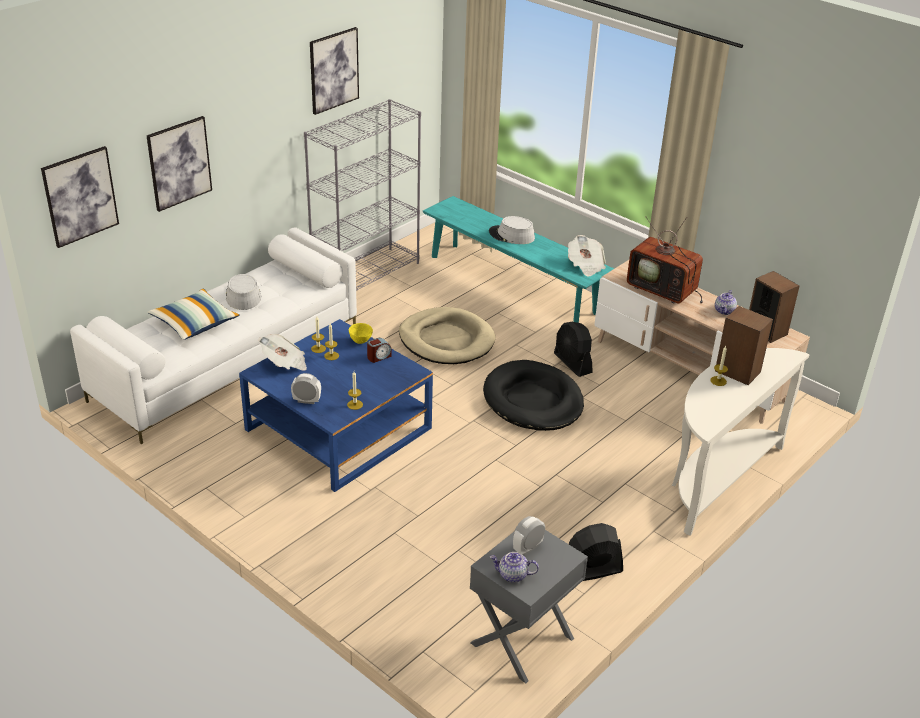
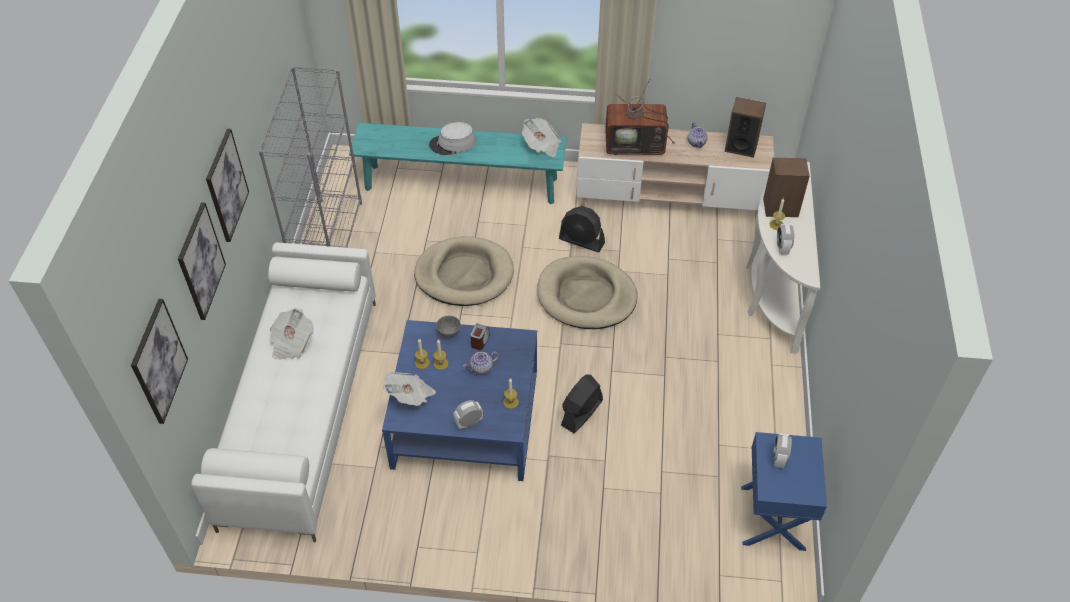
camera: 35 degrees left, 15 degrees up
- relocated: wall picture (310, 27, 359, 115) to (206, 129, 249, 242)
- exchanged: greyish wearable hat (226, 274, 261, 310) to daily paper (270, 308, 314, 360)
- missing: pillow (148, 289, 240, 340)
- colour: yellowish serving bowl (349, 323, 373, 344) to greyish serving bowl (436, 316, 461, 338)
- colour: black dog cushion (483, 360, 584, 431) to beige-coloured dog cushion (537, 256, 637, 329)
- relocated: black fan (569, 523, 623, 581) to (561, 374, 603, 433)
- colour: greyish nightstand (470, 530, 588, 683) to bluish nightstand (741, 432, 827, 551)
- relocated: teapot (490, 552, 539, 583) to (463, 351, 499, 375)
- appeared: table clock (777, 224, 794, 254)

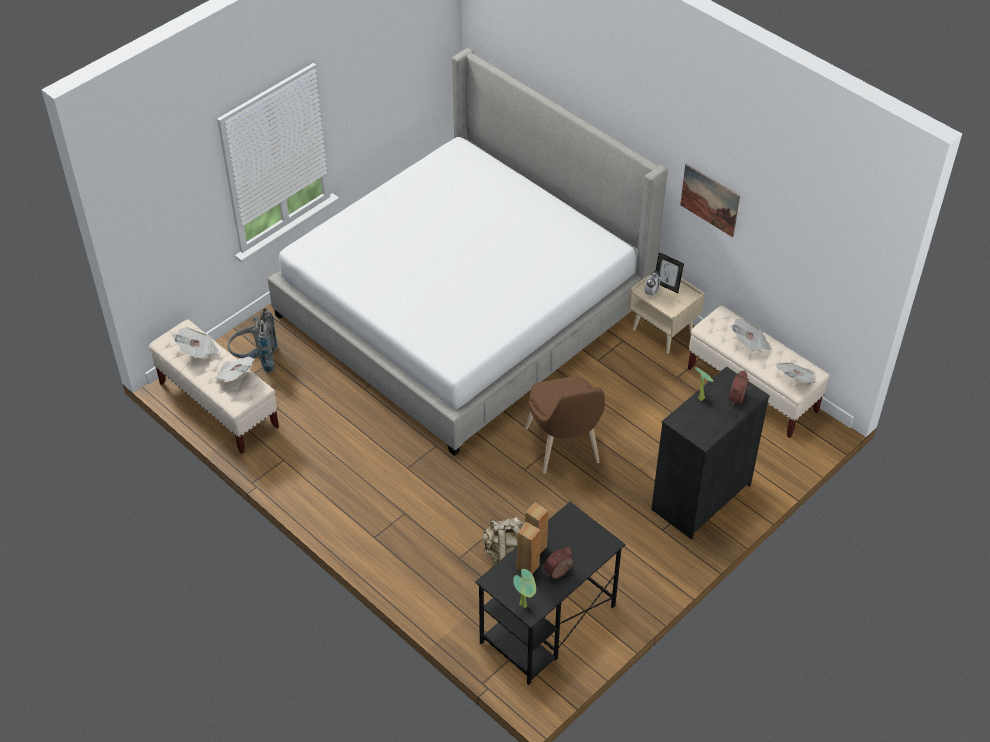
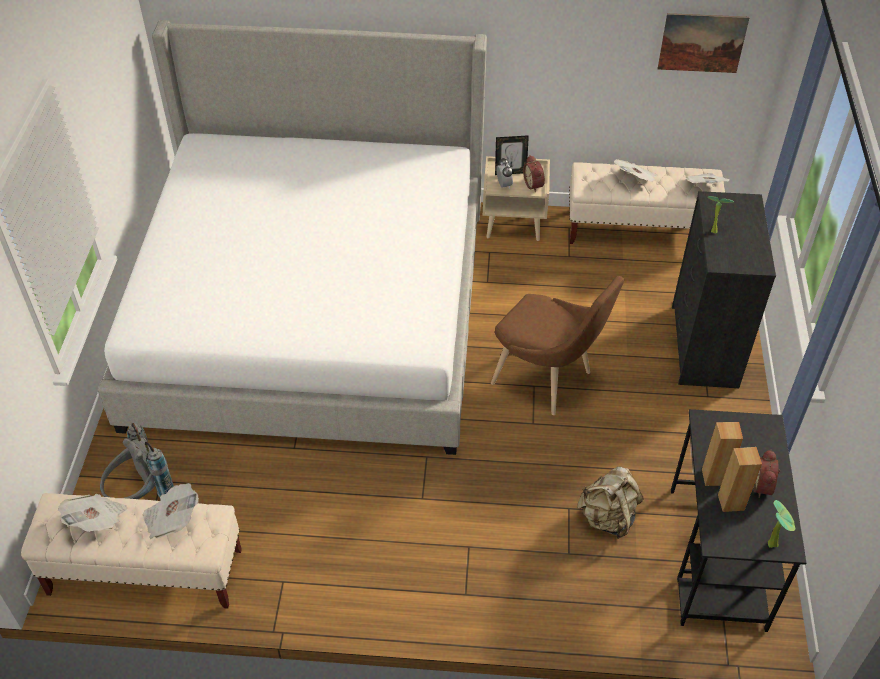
camera: 40 degrees left, 0 degrees up
- relocated: wall picture (680, 164, 740, 237) to (658, 13, 749, 73)
- relocated: table clock (729, 370, 750, 405) to (523, 155, 545, 192)

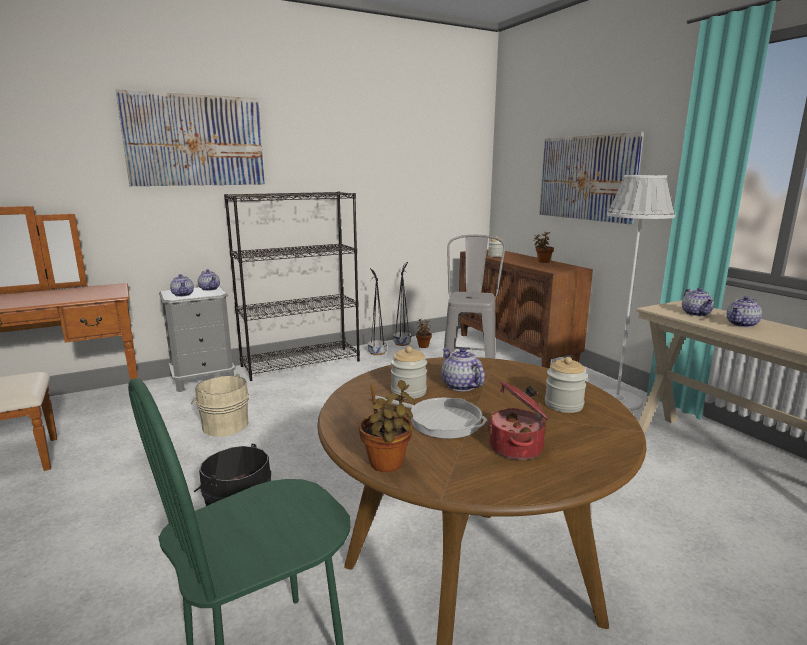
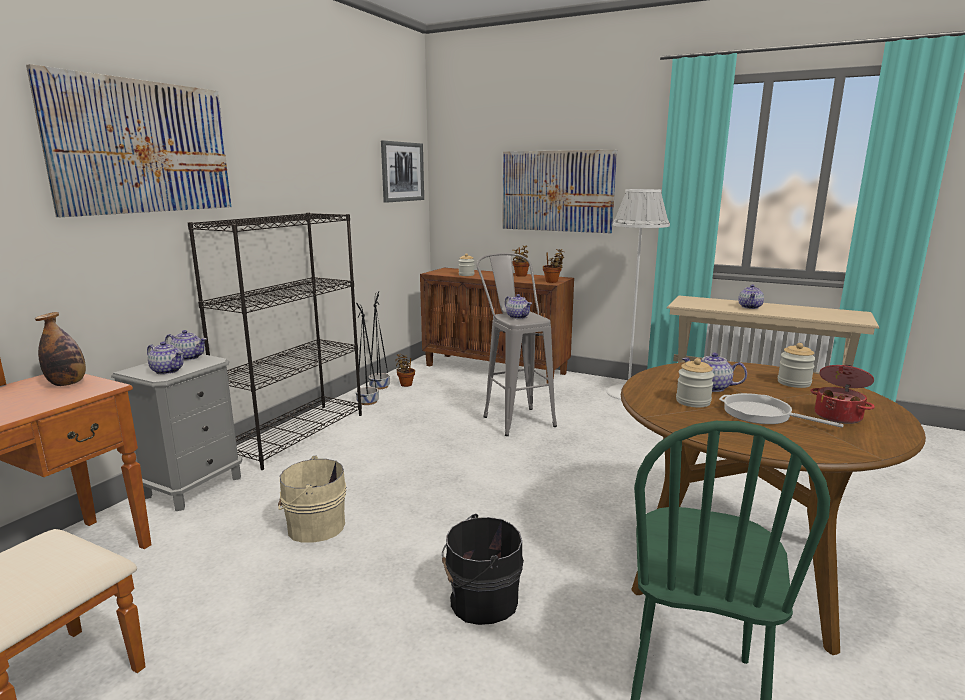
camera: 35 degrees left, 0 degrees up
- relocated: teapot (682, 288, 714, 316) to (505, 294, 532, 319)
- relocated: houseplant (359, 380, 415, 472) to (543, 249, 564, 283)
- spun: pan (375, 395, 488, 439) = (719, 393, 844, 428) 135 degrees counterclockwise
- appeared: wall picture (381, 141, 424, 203)
- appeared: drink bottle (35, 312, 86, 386)

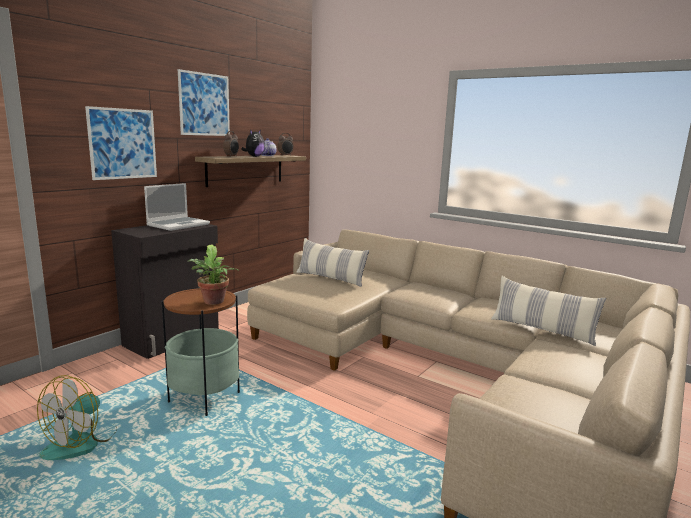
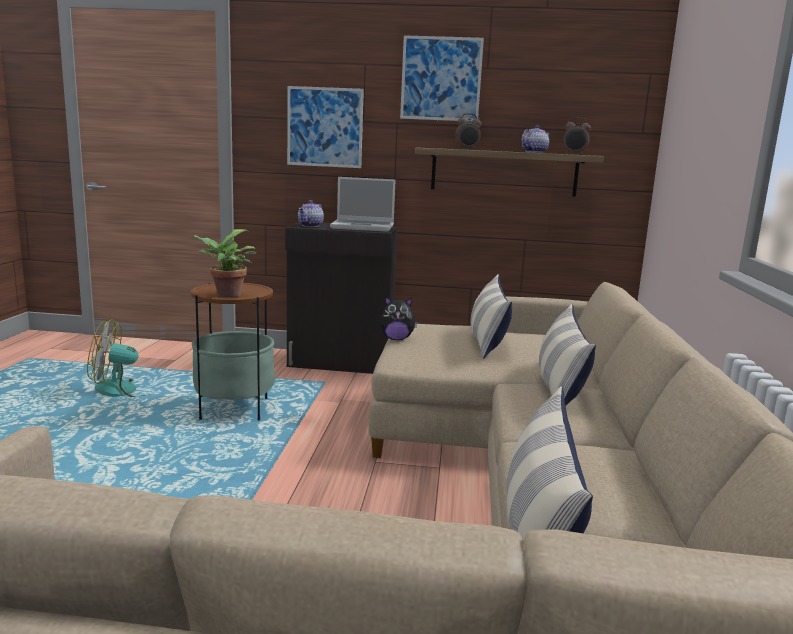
camera: 60 degrees right, 0 degrees up
- relocated: cuddly toy (241, 129, 265, 157) to (380, 296, 418, 340)
- appeared: teapot (298, 200, 324, 227)
- appeared: pillow (539, 304, 596, 406)

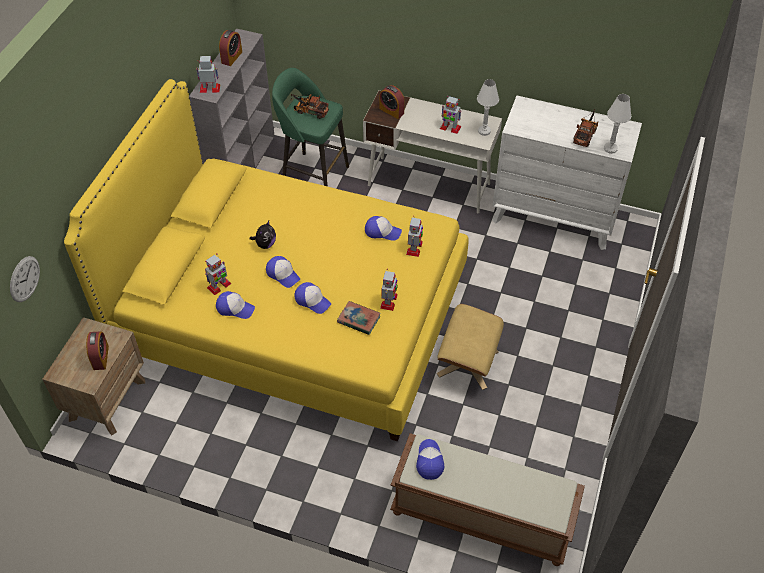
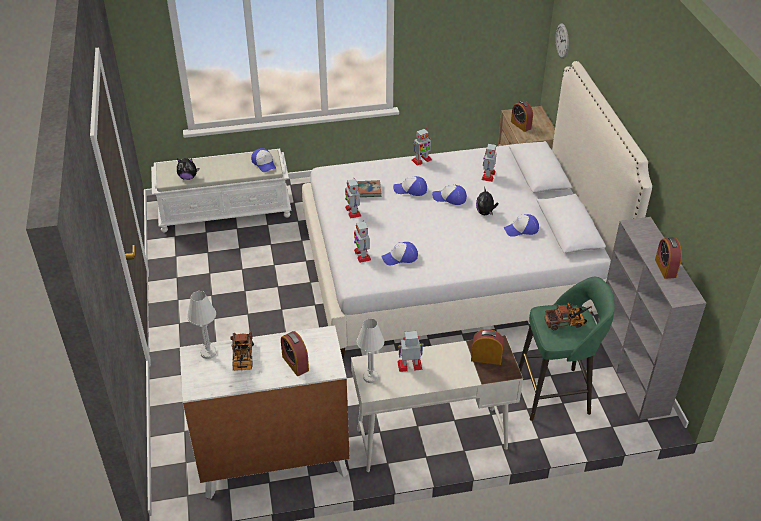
camera: 150 degrees right, 10 degrees down
- relocated: toy robot (196, 56, 220, 93) to (412, 128, 432, 166)
- colour: yellowish sleeping bed (64, 79, 468, 441) to whitish sleeping bed (302, 61, 652, 358)
- relocated: peaked cap (216, 291, 255, 319) to (504, 214, 539, 237)
- missing: beige-coloured ottoman (437, 304, 504, 390)
- colour: brown indoor bench (390, 433, 585, 566) to whitish indoor bench (151, 149, 292, 233)
- appeared: cuddly toy (177, 158, 199, 180)
- appeared: table clock (281, 331, 309, 376)

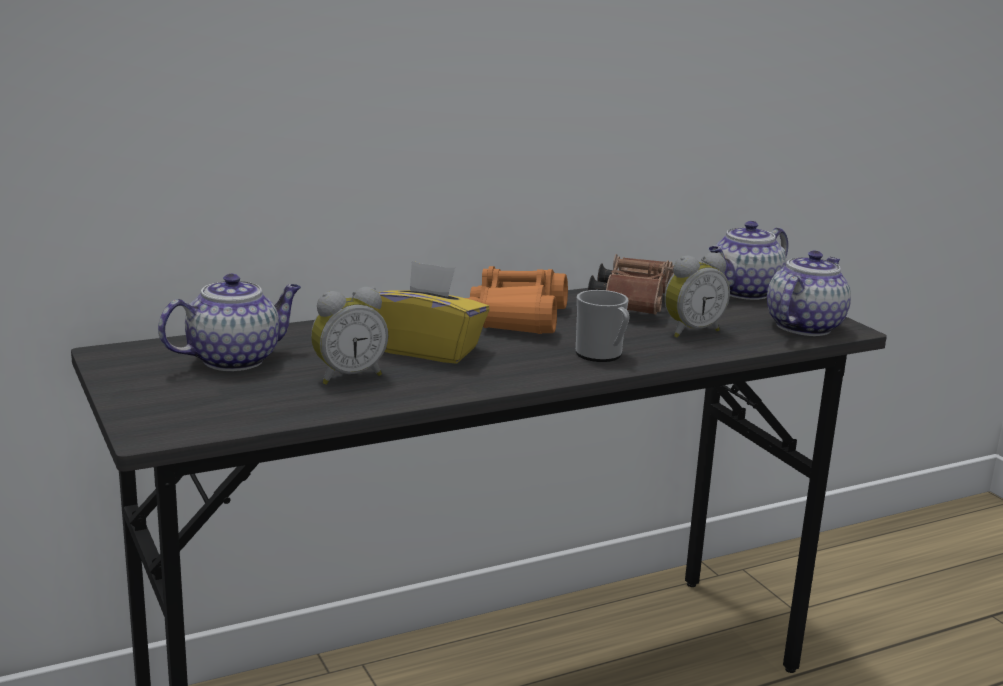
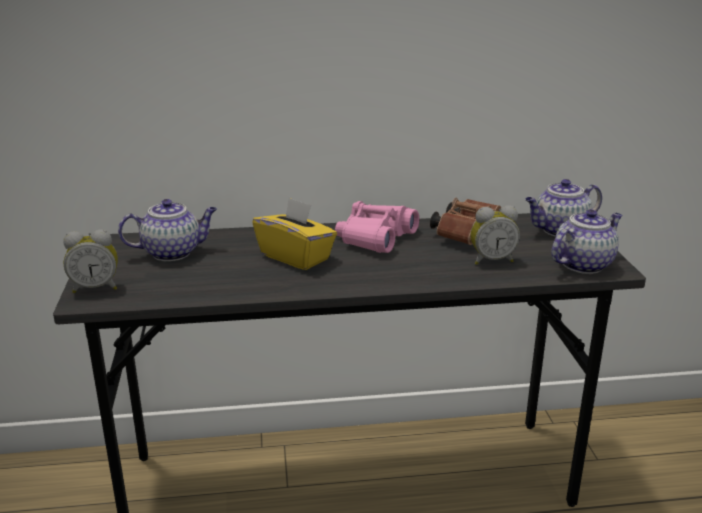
camera: 20 degrees right, 5 degrees up
- colour: orangey binoculars (466, 266, 568, 334) to pinkish binoculars (335, 201, 419, 253)
- relocated: table clock (311, 287, 388, 385) to (63, 229, 118, 293)
- missing: mug (576, 290, 630, 362)

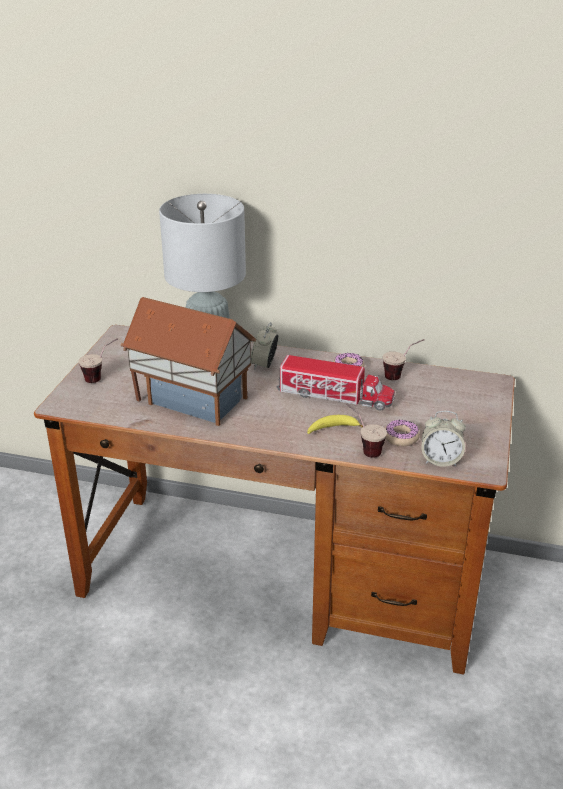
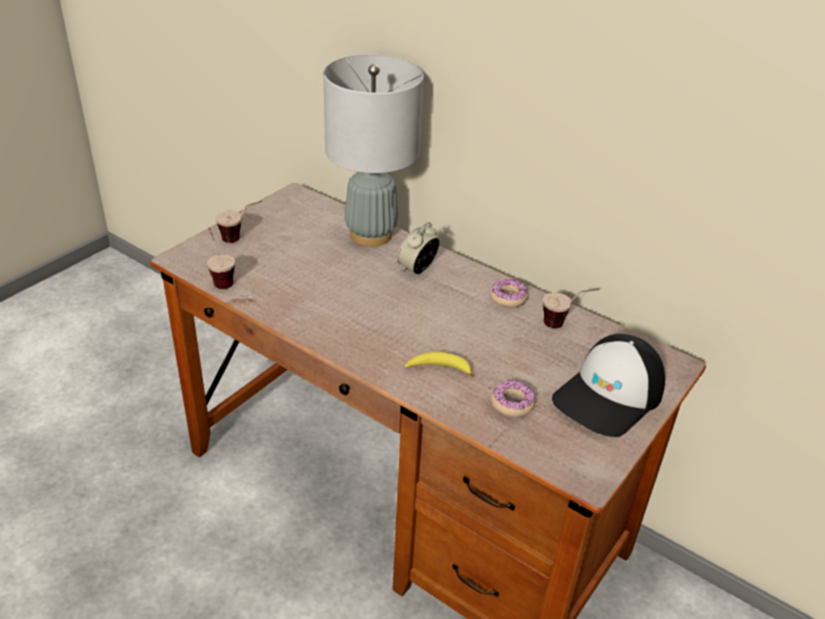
camera: 20 degrees right, 5 degrees up
- missing: model house (120, 297, 256, 426)
- missing: toy lorry (276, 355, 395, 411)
- relocated: drinking cup (346, 404, 387, 458) to (207, 227, 235, 289)
- missing: table clock (421, 411, 466, 467)
- appeared: peaked cap (552, 334, 665, 437)

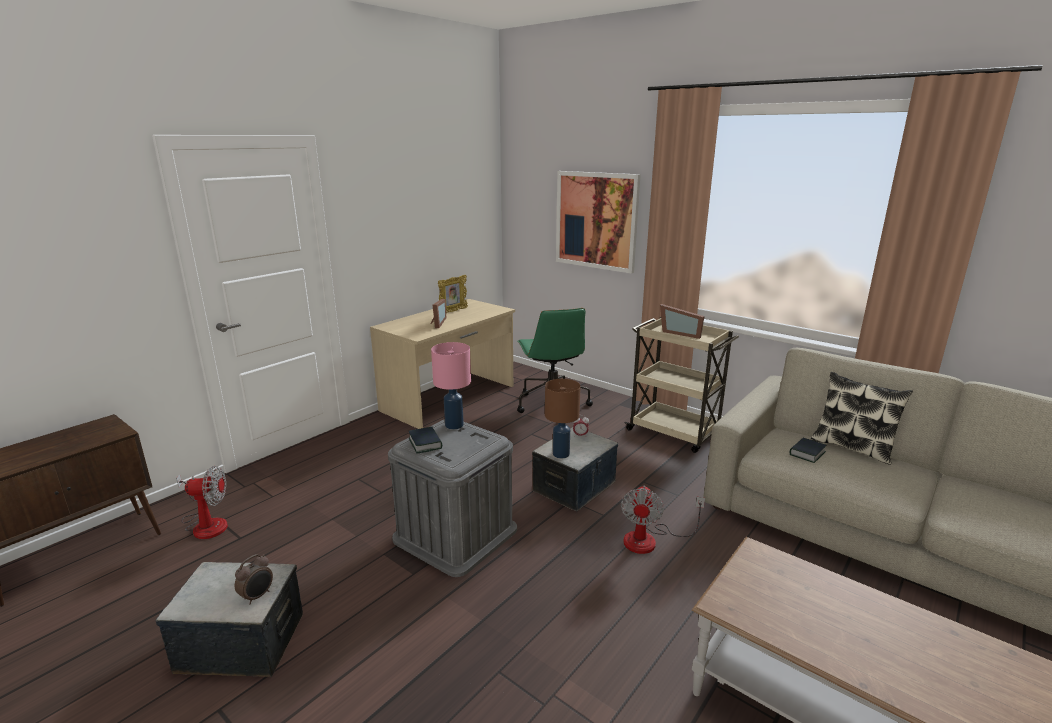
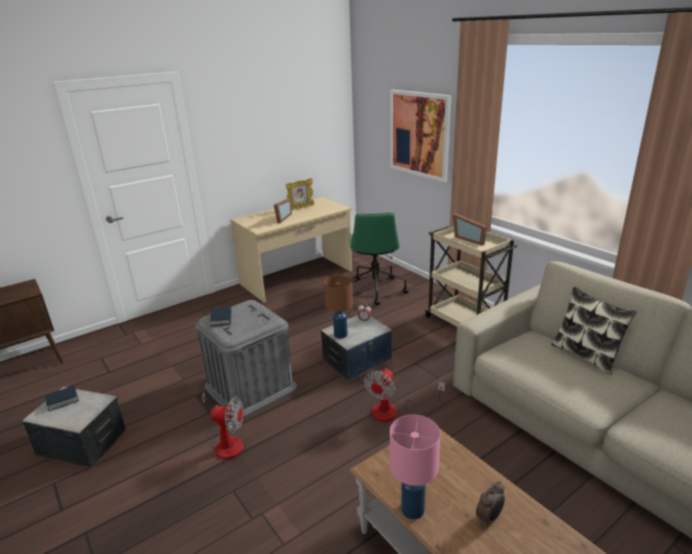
camera: 15 degrees right, 5 degrees up
- relocated: pinkish table lamp (431, 342, 471, 429) to (390, 415, 440, 520)
- relocated: book (790, 438, 826, 463) to (45, 386, 79, 411)
- relocated: fan (176, 466, 228, 539) to (202, 392, 244, 459)
- relocated: table clock (235, 554, 273, 605) to (476, 481, 505, 527)

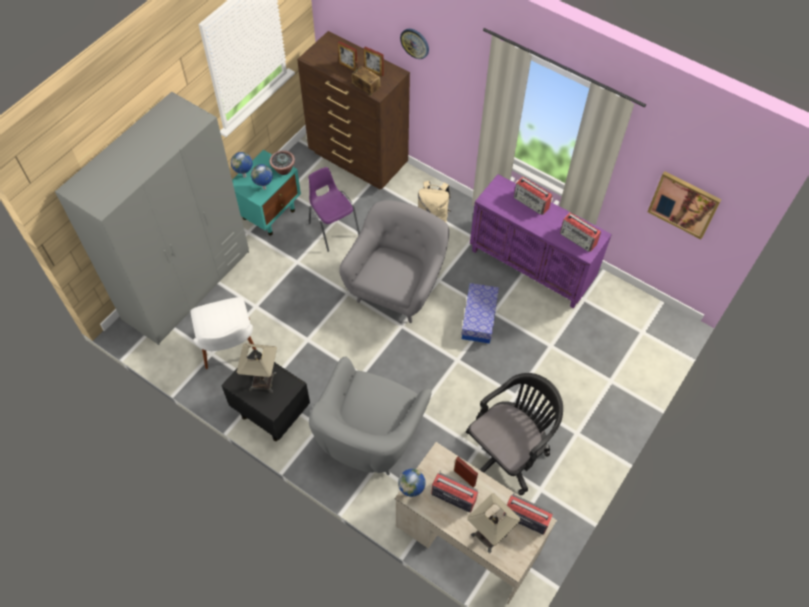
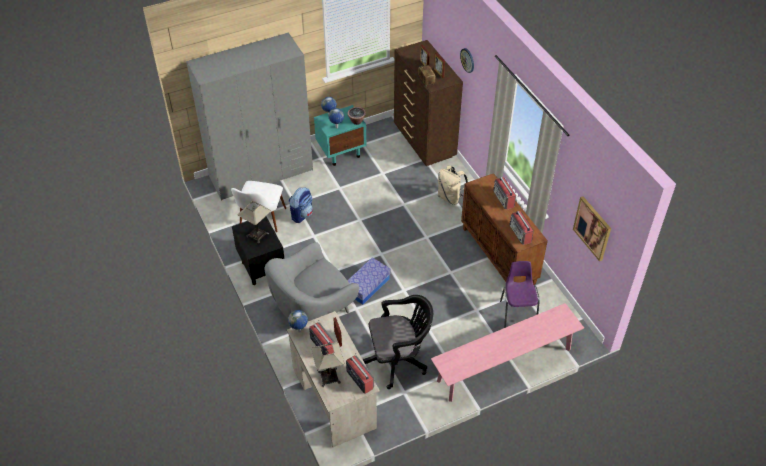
camera: 30 degrees right, 10 degrees down
- relocated: purplish plain chair (308, 167, 360, 252) to (500, 261, 540, 328)
- colour: purplish storage cabinet (470, 174, 612, 308) to brown storage cabinet (461, 173, 548, 285)
- missing: greyish easy chair (339, 200, 449, 323)
- relocated: storage container (461, 283, 499, 344) to (347, 257, 391, 305)
- appeared: backpack (289, 187, 313, 223)
- appeared: pinkish indoor bench (431, 303, 584, 402)

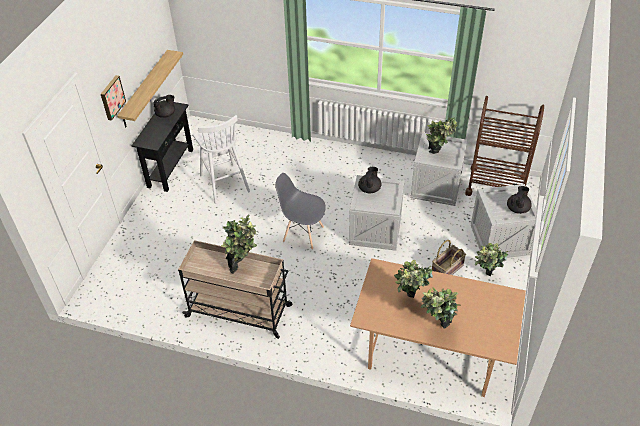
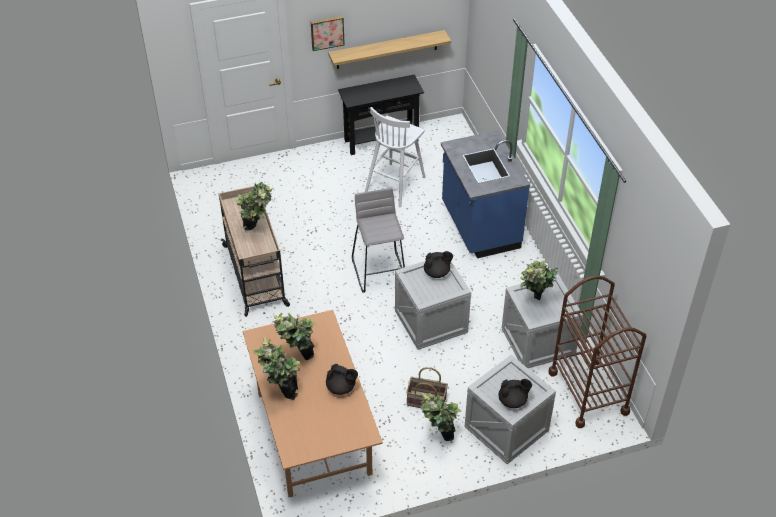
camera: 55 degrees right, 0 degrees up
- relocated: black teapot (153, 95, 175, 118) to (326, 364, 358, 395)
- exchanged: greyish plain chair (275, 173, 326, 250) to greyish sitting stool (352, 188, 405, 293)
- appeared: bluish counter (441, 130, 530, 258)

